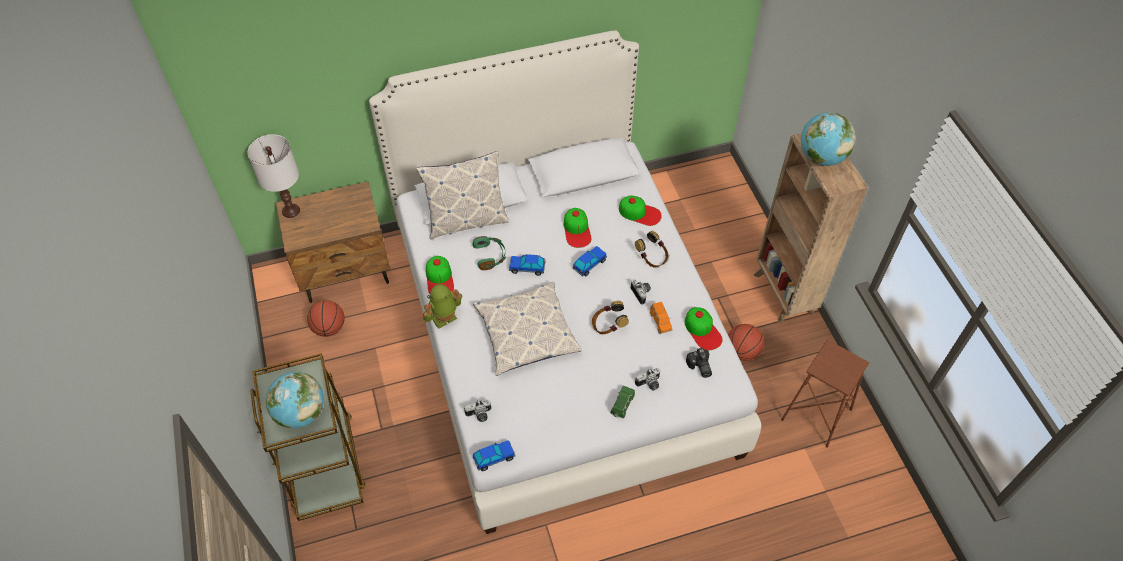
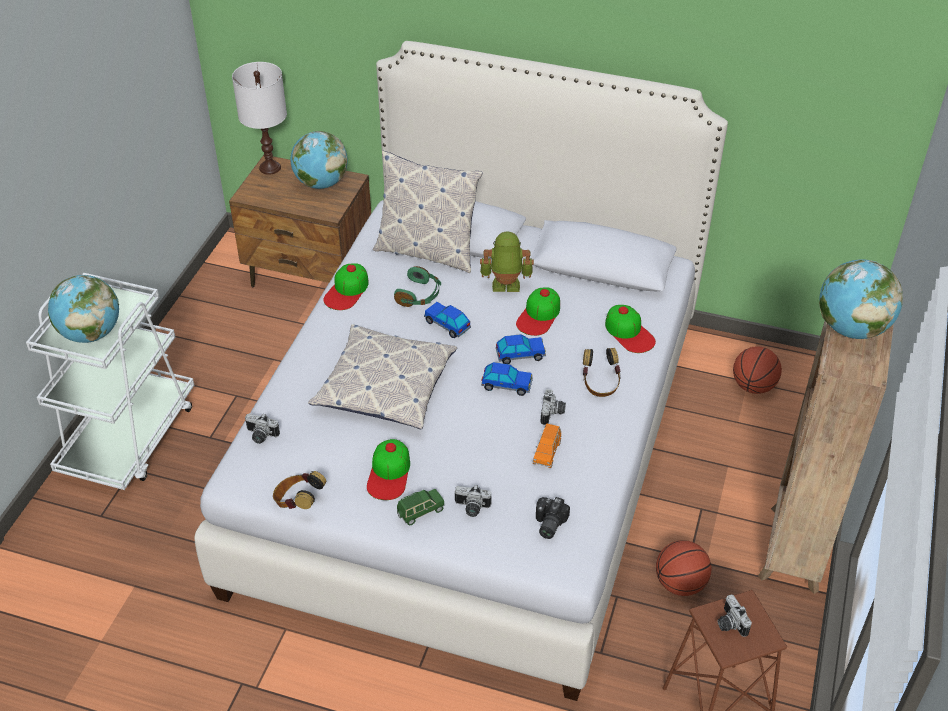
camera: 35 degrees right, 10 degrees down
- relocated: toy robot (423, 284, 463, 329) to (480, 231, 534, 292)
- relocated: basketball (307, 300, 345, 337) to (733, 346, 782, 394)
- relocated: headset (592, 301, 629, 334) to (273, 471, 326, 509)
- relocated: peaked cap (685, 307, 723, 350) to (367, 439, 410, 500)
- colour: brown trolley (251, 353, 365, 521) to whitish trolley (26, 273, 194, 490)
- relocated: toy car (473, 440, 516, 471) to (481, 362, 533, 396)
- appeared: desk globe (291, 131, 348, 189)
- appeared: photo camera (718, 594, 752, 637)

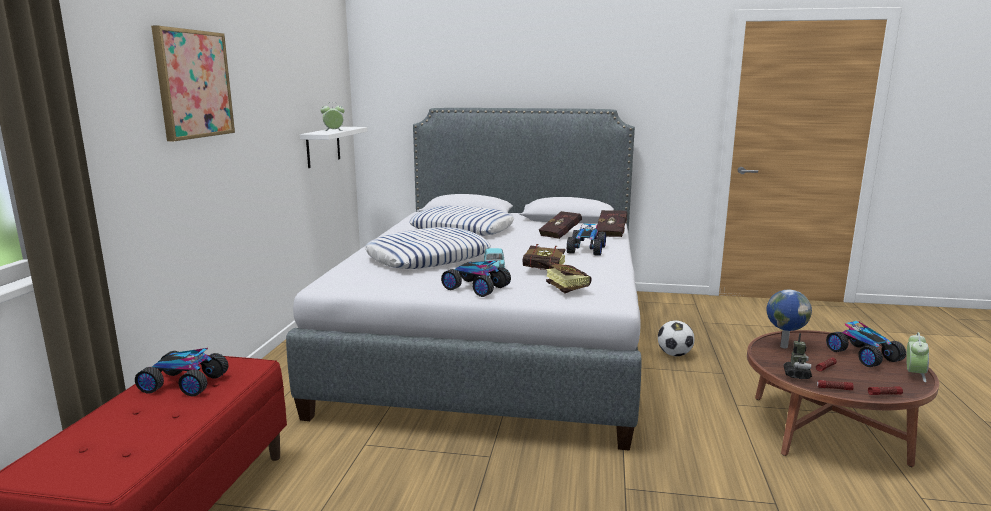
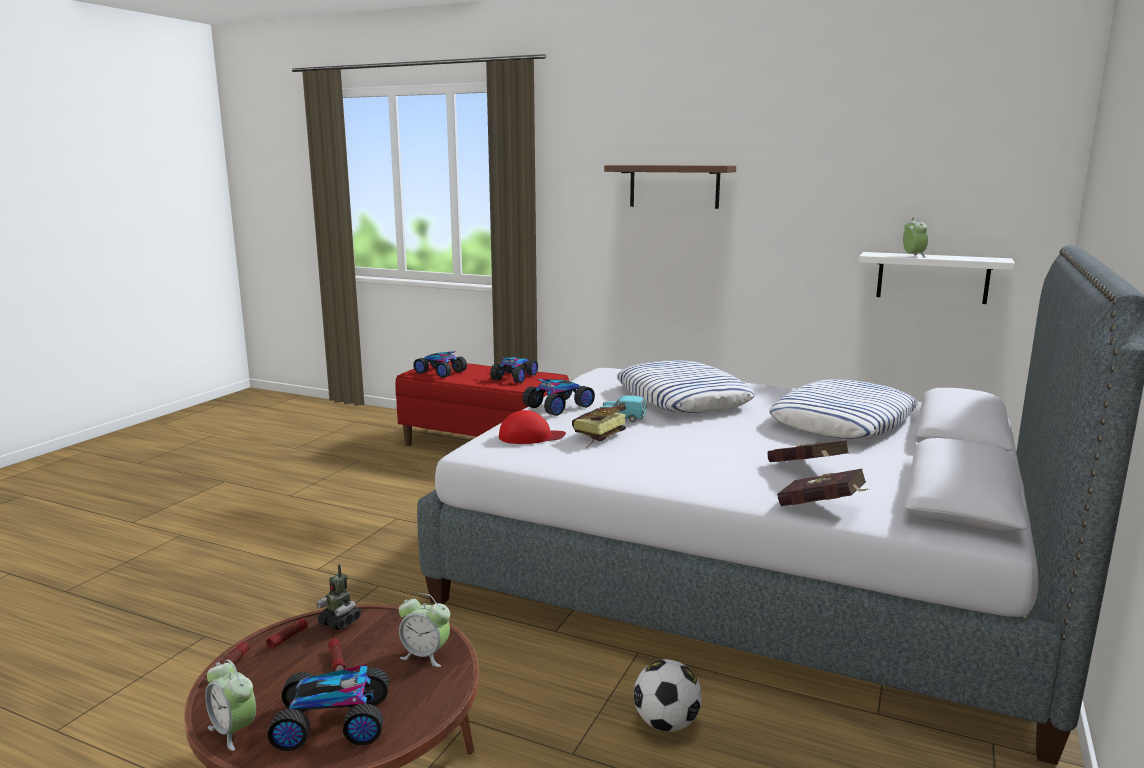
camera: 105 degrees right, 0 degrees up
- exchanged: wall picture (151, 26, 235, 141) to brown bracket shelf (604, 165, 736, 209)
- relocated: toy car (567, 223, 606, 256) to (413, 351, 467, 378)
- exchanged: book (546, 262, 591, 293) to reddish peaked cap (499, 410, 566, 444)
- exchanged: desk globe (766, 290, 812, 348) to table clock (399, 593, 450, 667)

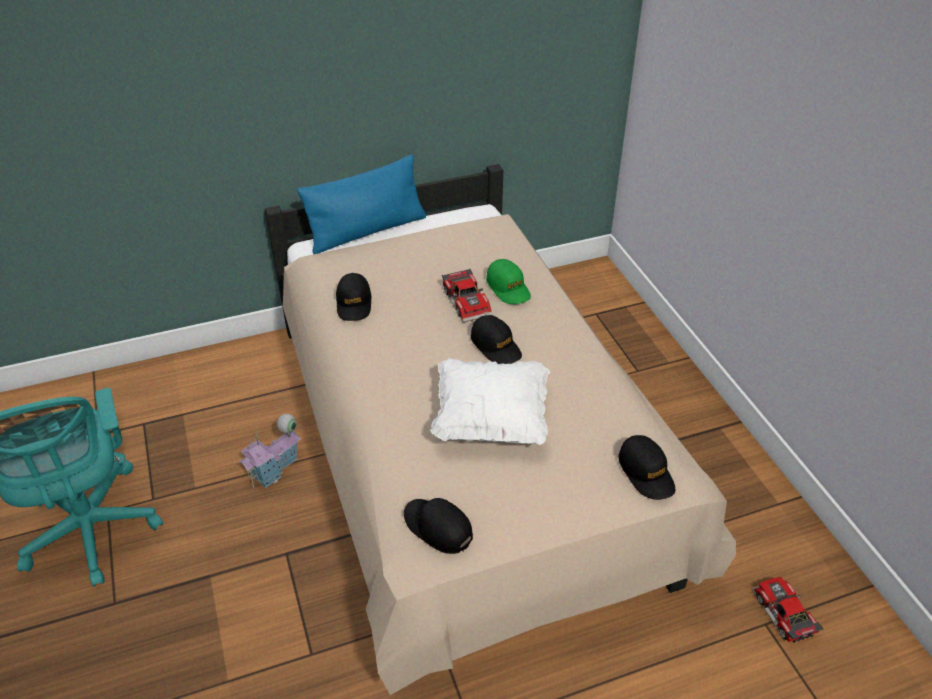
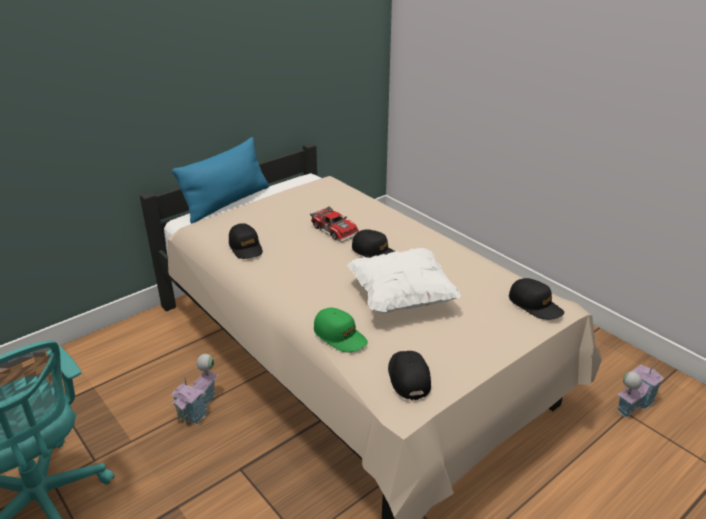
camera: 20 degrees left, 10 degrees down
- relocated: greenish peaked cap (486, 259, 531, 304) to (314, 307, 368, 352)
- spun: black peaked cap (404, 498, 473, 554) = (388, 351, 431, 400) 60 degrees clockwise
- exchanged: toy car (752, 577, 823, 643) to model house (617, 359, 664, 418)

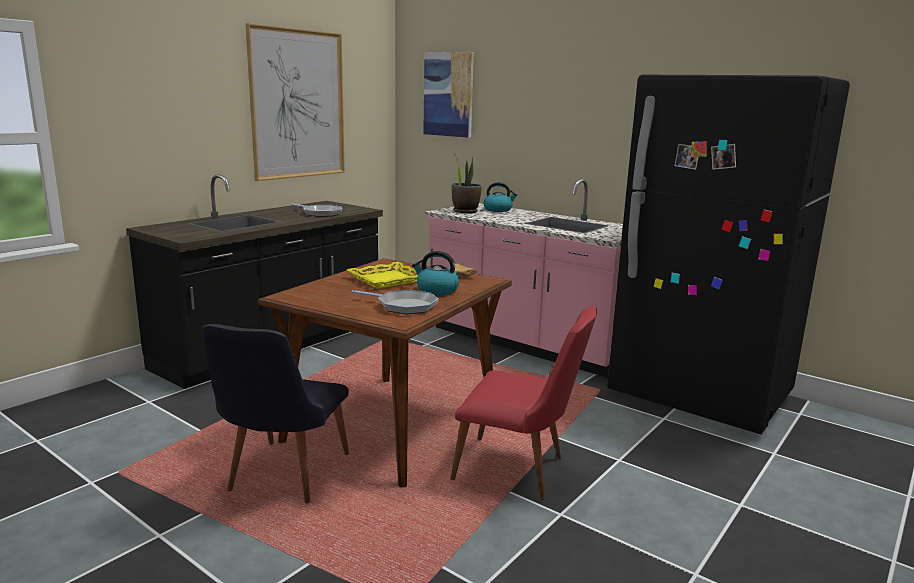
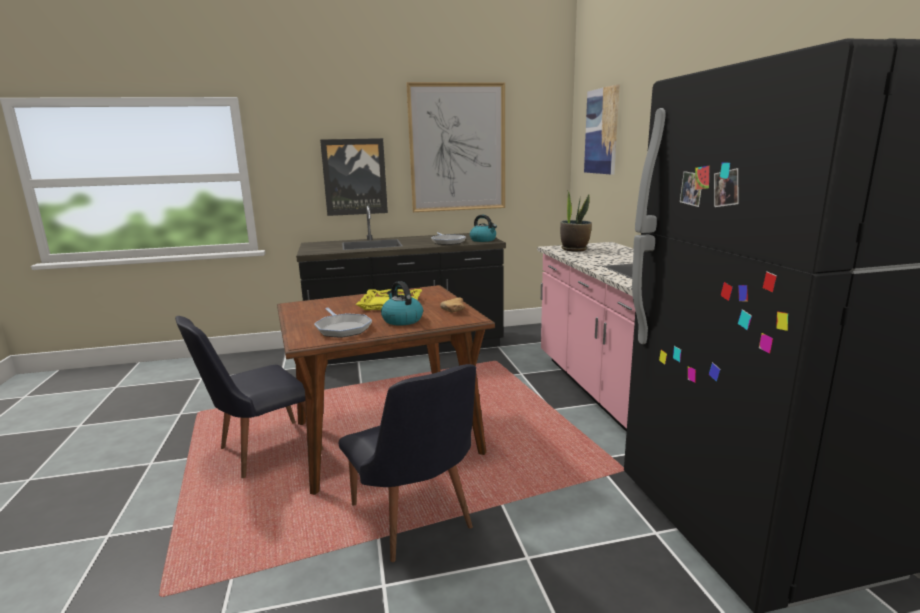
camera: 40 degrees right, 0 degrees up
- relocated: kettle (483, 182, 517, 212) to (470, 215, 497, 242)
- colour: reddish plain chair (450, 306, 597, 500) to black plain chair (339, 364, 476, 562)
- appeared: wall picture (320, 138, 388, 216)

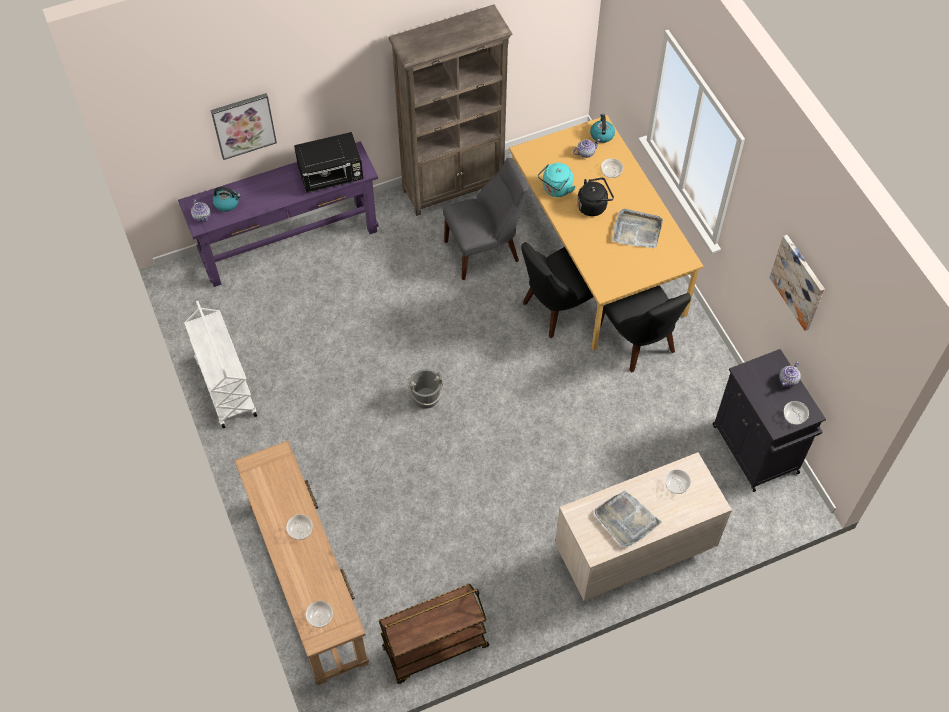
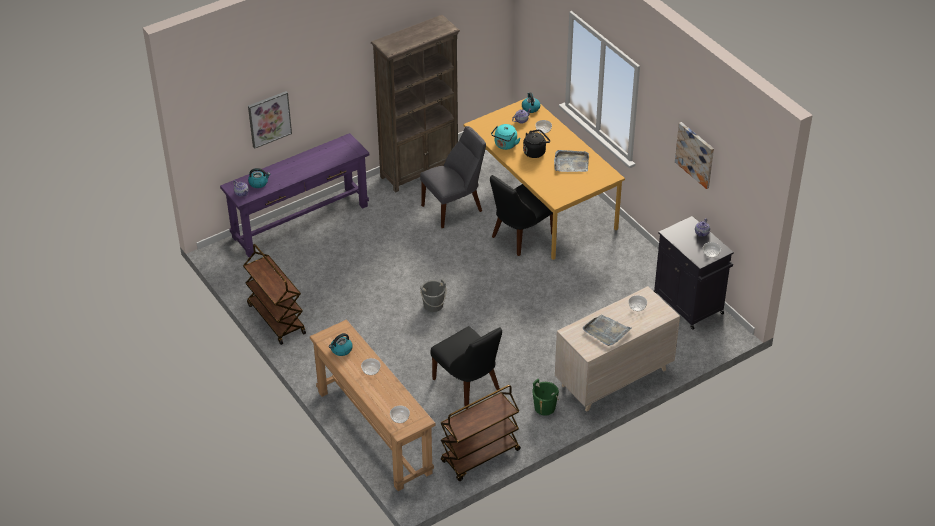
camera: 10 degrees left, 15 degrees down
- missing: black microwave oven (294, 132, 363, 193)
- relocated: black plain chair (600, 285, 691, 372) to (431, 326, 502, 409)
- colour: whitish trolley (184, 301, 257, 428) to brown trolley (243, 244, 306, 345)
- appeared: kettle (329, 333, 353, 356)
- appeared: greenish water bucket (532, 379, 559, 416)

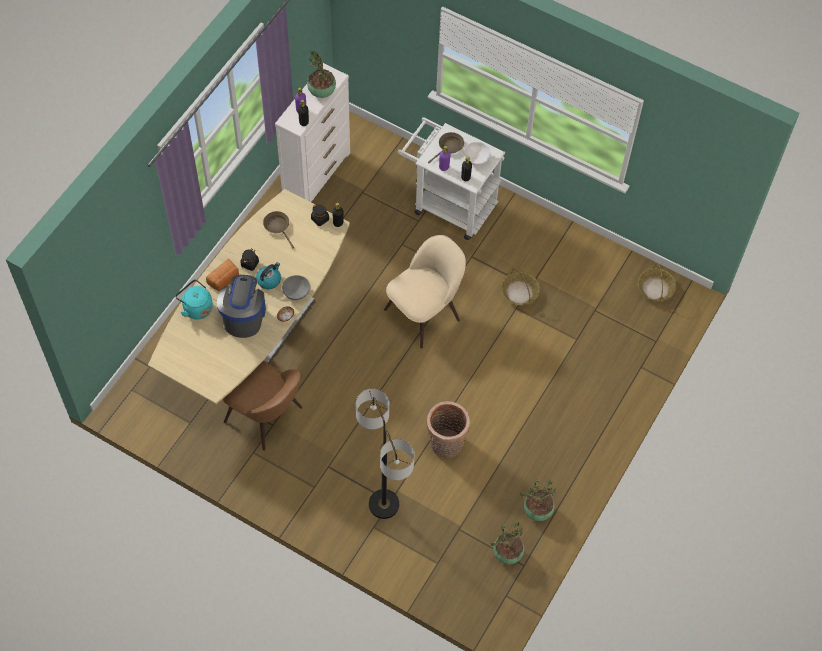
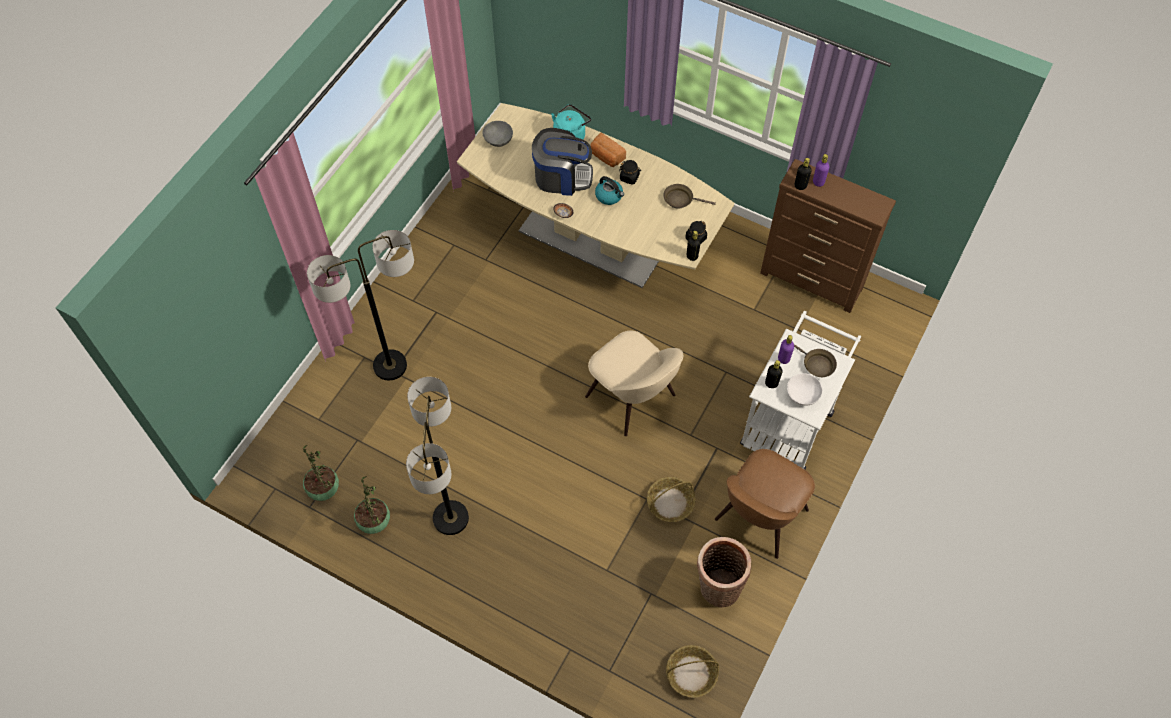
camera: 90 degrees right, 0 degrees up
- missing: houseplant (307, 51, 336, 98)
- colour: whitish chest of drawers (275, 63, 350, 202) to brown chest of drawers (760, 159, 896, 313)
- spun: brown pan (263, 211, 294, 248) = (663, 184, 716, 209) 135 degrees counterclockwise
- relocated: greyish serving bowl (282, 275, 311, 300) to (482, 121, 513, 147)
- relocated: brown plain chair (223, 360, 302, 451) to (715, 449, 815, 559)
- relocated: storage basket (426, 401, 470, 458) to (697, 537, 751, 608)
- appeared: floor lamp (406, 377, 469, 535)

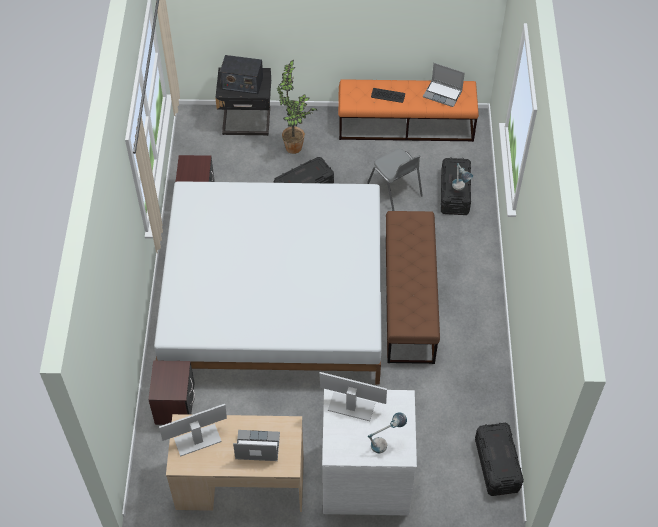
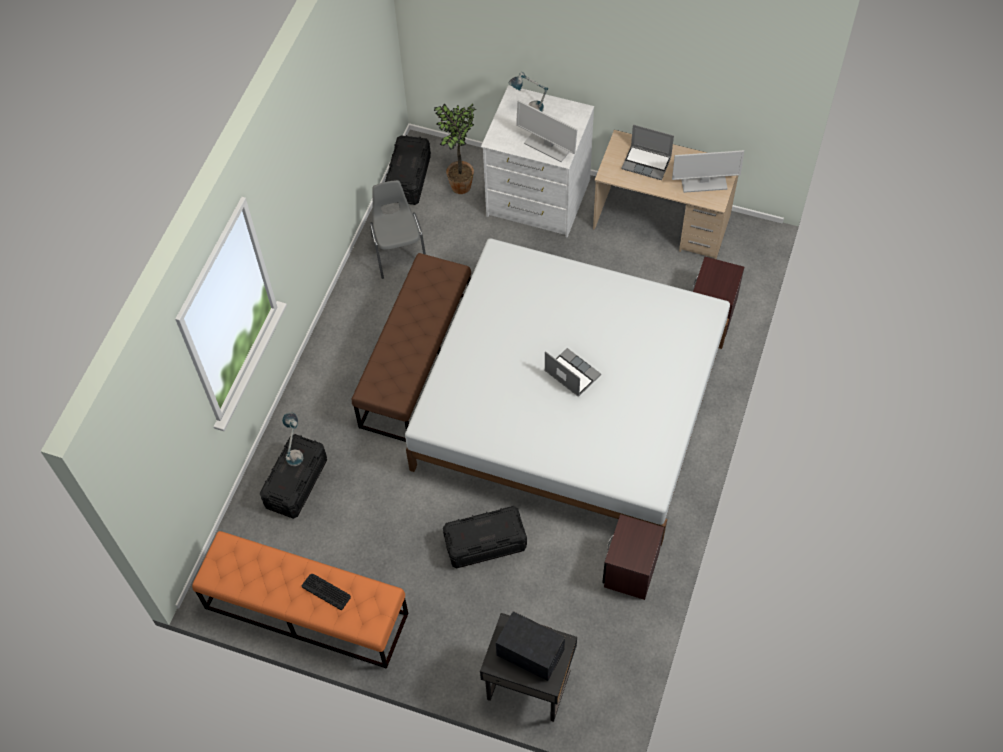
camera: 160 degrees left, 5 degrees up
- relocated: houseplant (277, 60, 317, 154) to (434, 104, 477, 194)
- relocated: notebook computer (423, 63, 465, 107) to (545, 348, 601, 397)
- relocated: greyish plain chair (367, 149, 423, 211) to (370, 180, 426, 279)

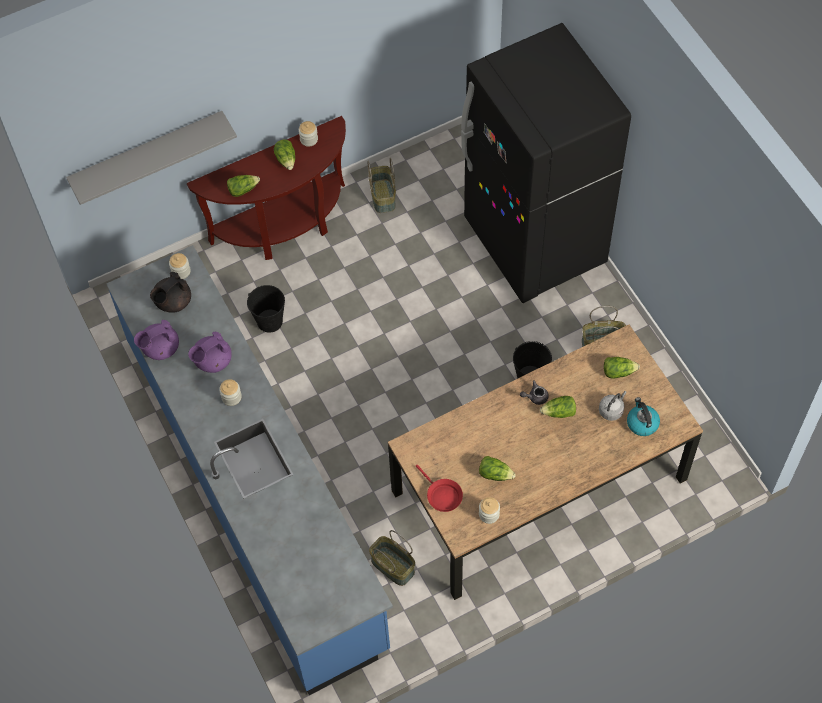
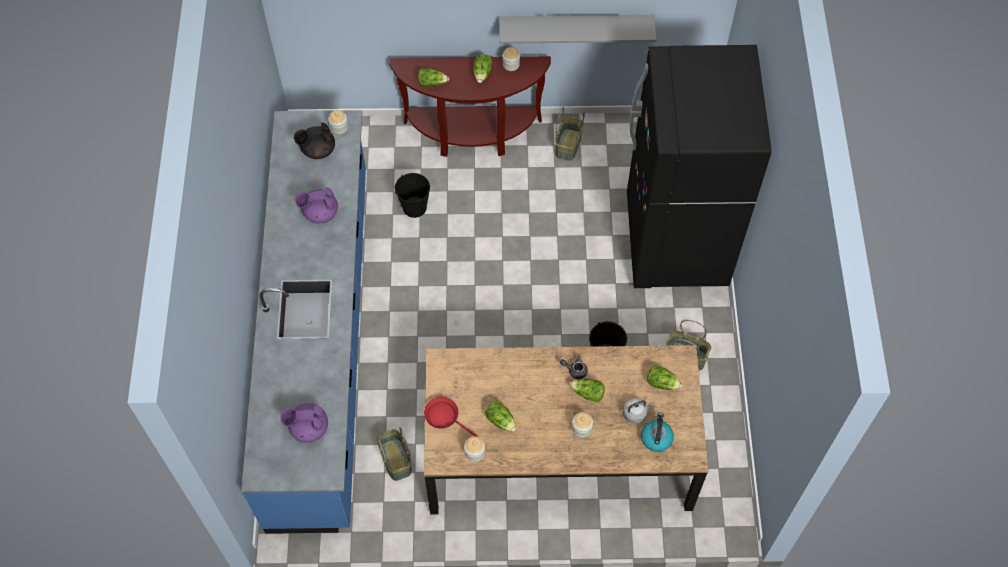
camera: 25 degrees right, 0 degrees up
- relocated: greyish bracket shelf (66, 111, 237, 205) to (499, 15, 657, 44)
- relocated: purplish teapot (134, 320, 179, 360) to (280, 403, 328, 442)
- relocated: storage jar (219, 379, 242, 406) to (572, 412, 593, 438)
- spun: reddish pan (416, 465, 463, 512) = (424, 397, 478, 437) 135 degrees clockwise

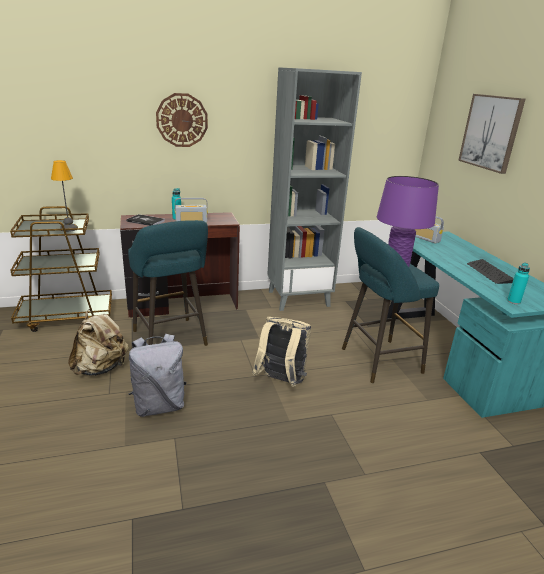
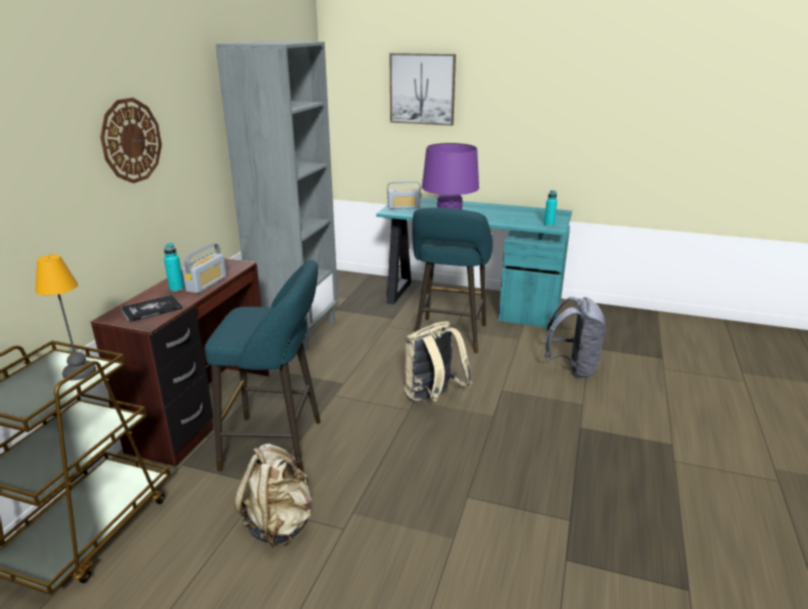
camera: 55 degrees left, 0 degrees up
- missing: PC keyboard (467, 259, 514, 284)
- relocated: greyish backpack (129, 334, 187, 417) to (545, 297, 606, 378)

